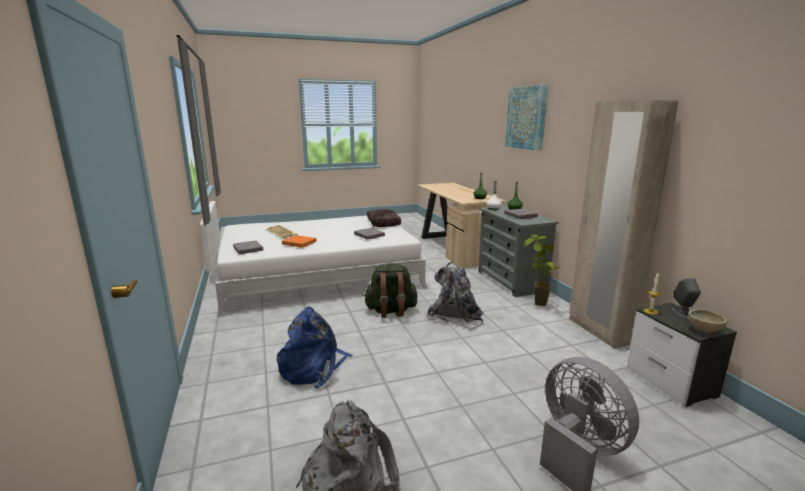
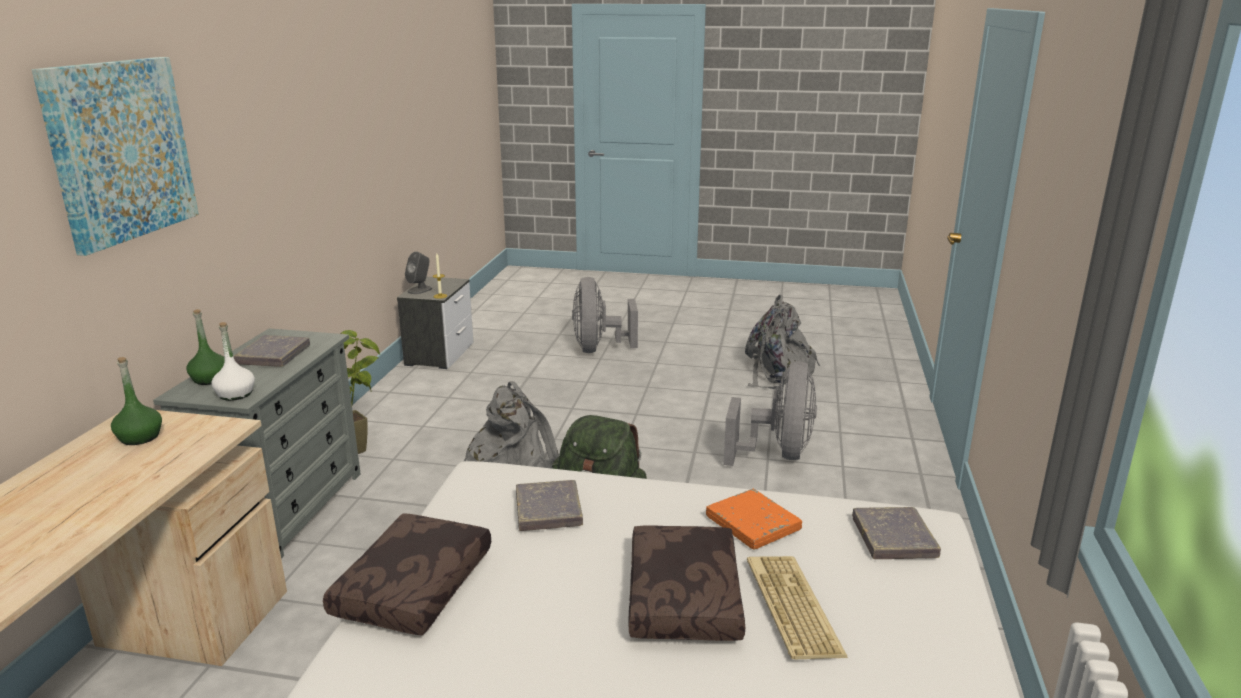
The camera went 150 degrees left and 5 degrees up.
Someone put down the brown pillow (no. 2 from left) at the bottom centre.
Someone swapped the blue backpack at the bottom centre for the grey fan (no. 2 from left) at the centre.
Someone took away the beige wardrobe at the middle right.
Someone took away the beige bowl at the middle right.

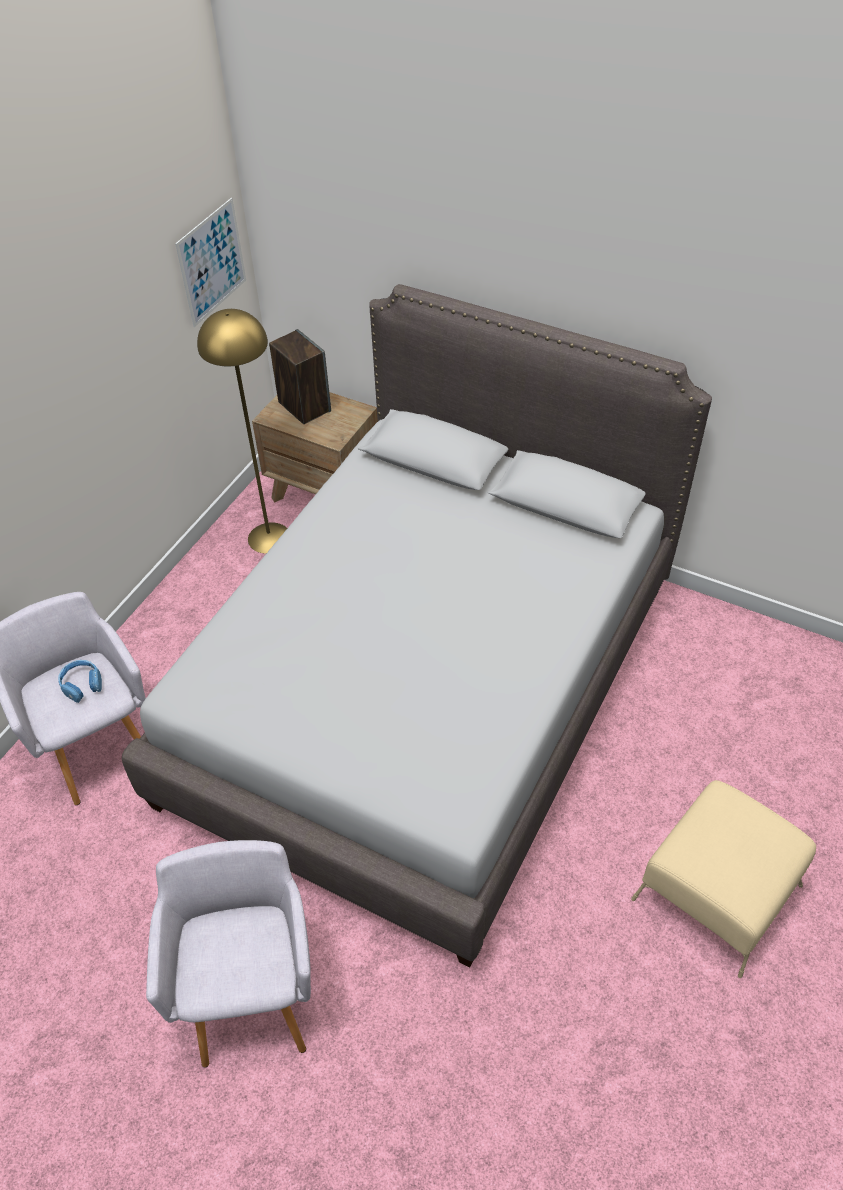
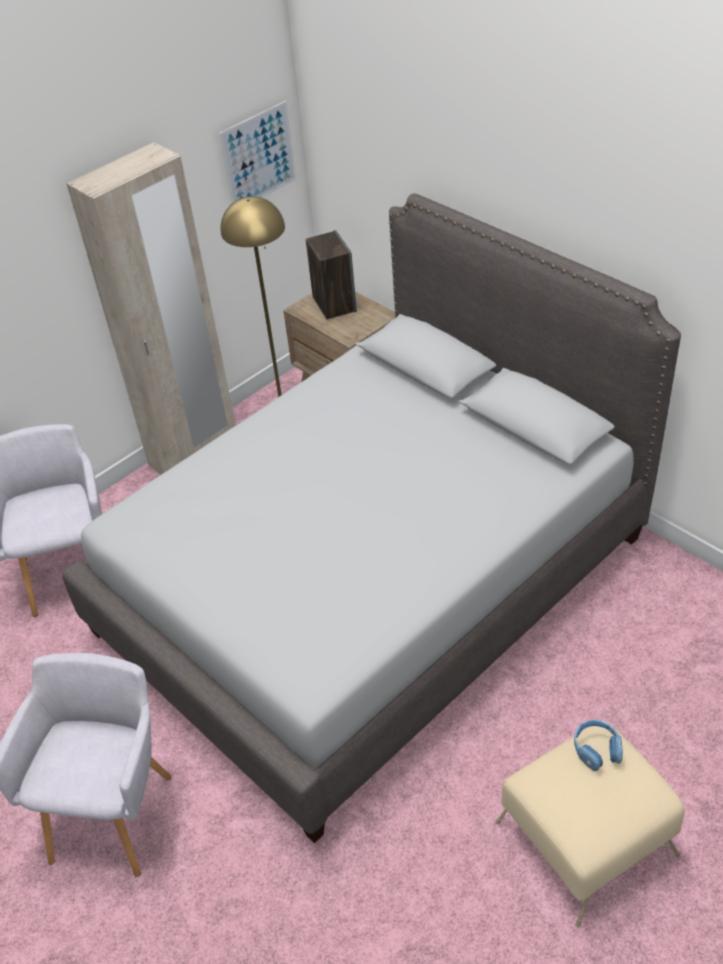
The camera went 20 degrees right and 5 degrees down.
Someone put down the beige wardrobe at the top left.
Someone carried the blue headphones from the middle left to the bottom right.

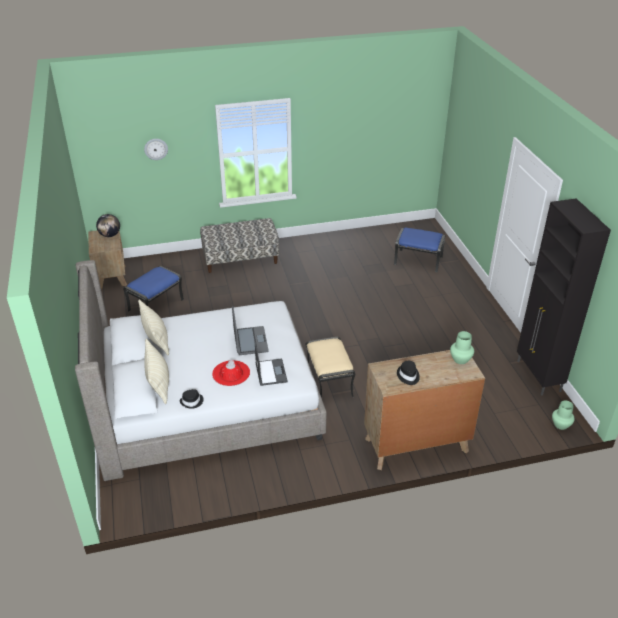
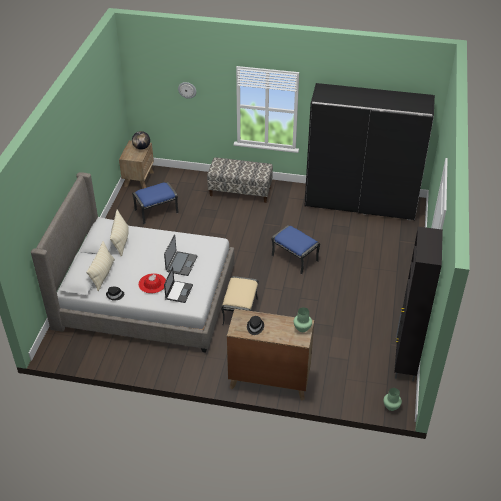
The camera went 25 degrees right and 5 degrees up.
Someone carried the blue ottoman (no. 2 from left) from the middle right to the centre.
Someone put down the black wardrobe at the top right.

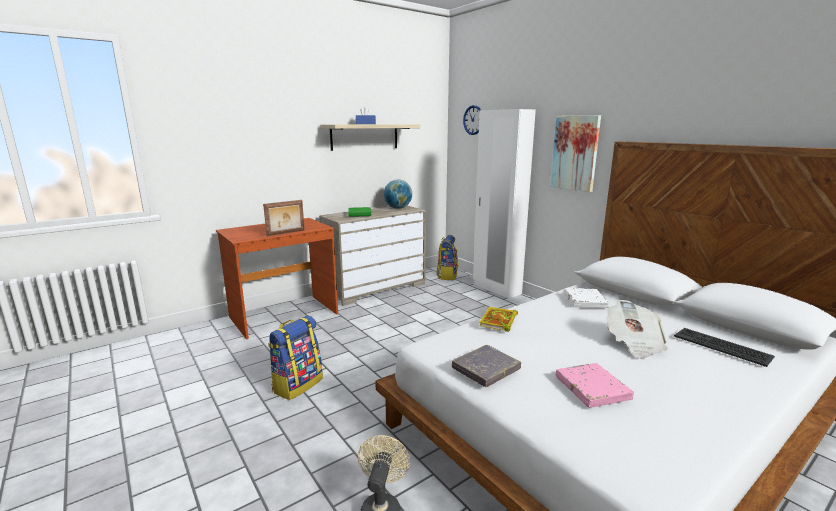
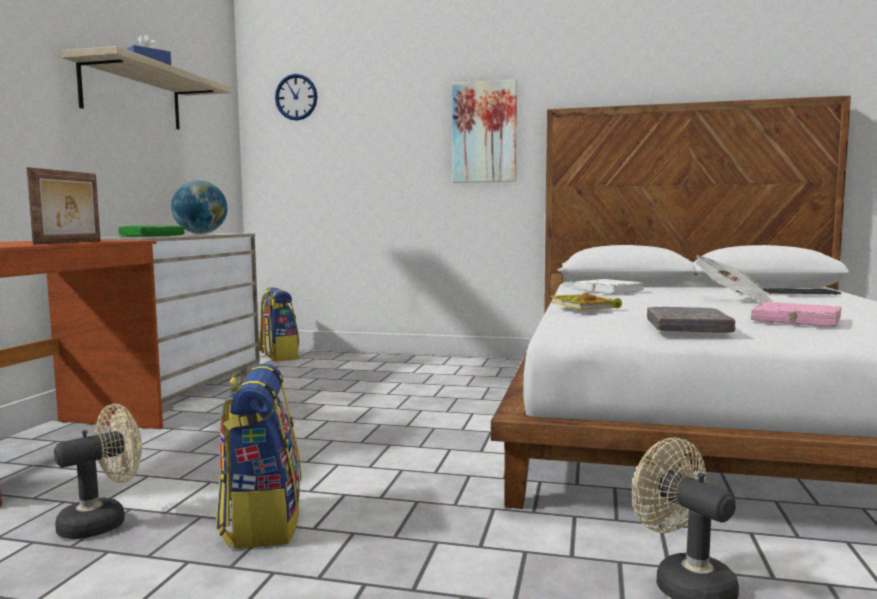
The camera went 40 degrees left and 10 degrees down.
Someone put down the beige fan (no. 1 from left) at the bottom left.
Someone took away the white wardrobe at the centre.

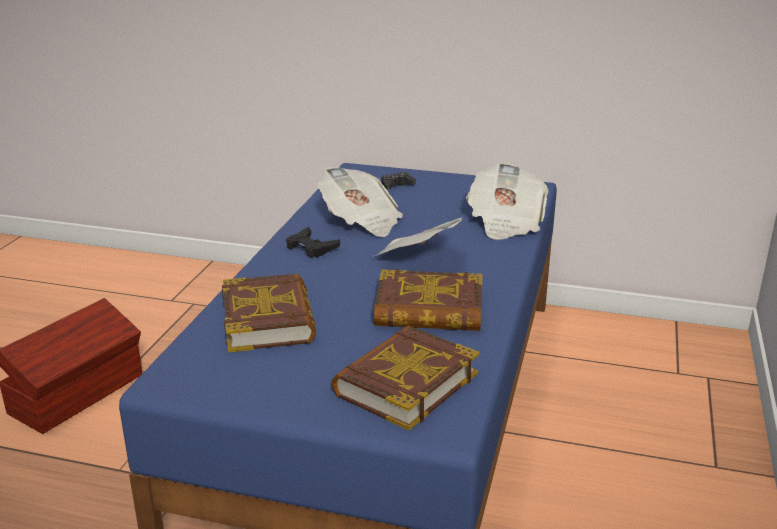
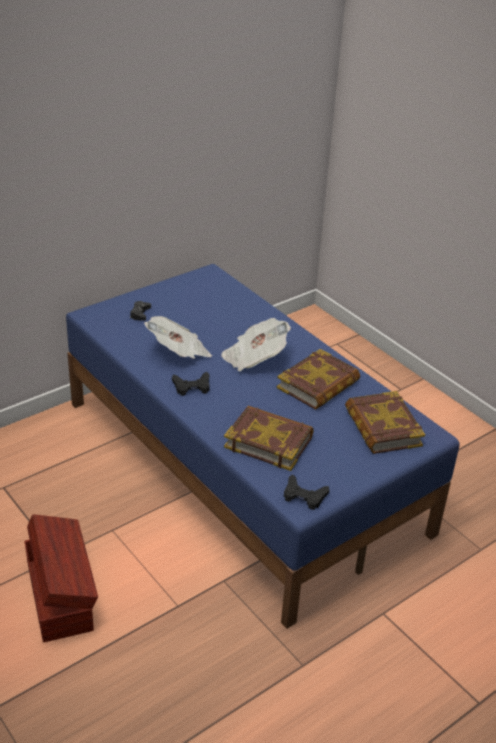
The camera went 55 degrees left and 10 degrees up.
Someone put down the black game controller (no. 3 from left) at the centre.
Someone took away the newspaper (no. 3 from left) at the centre.

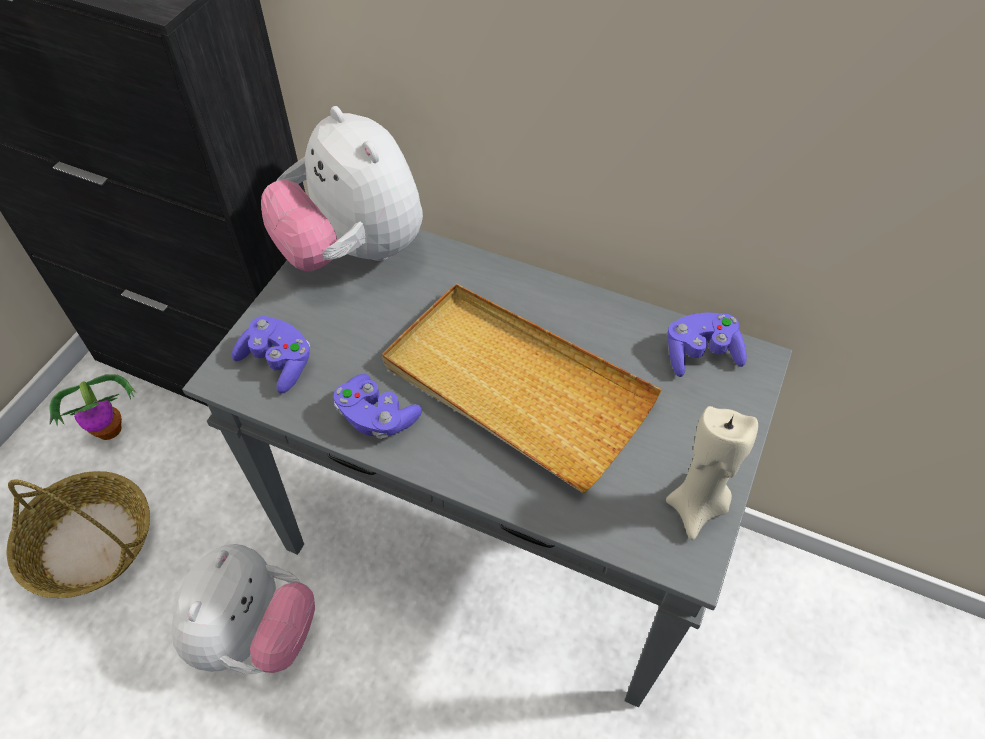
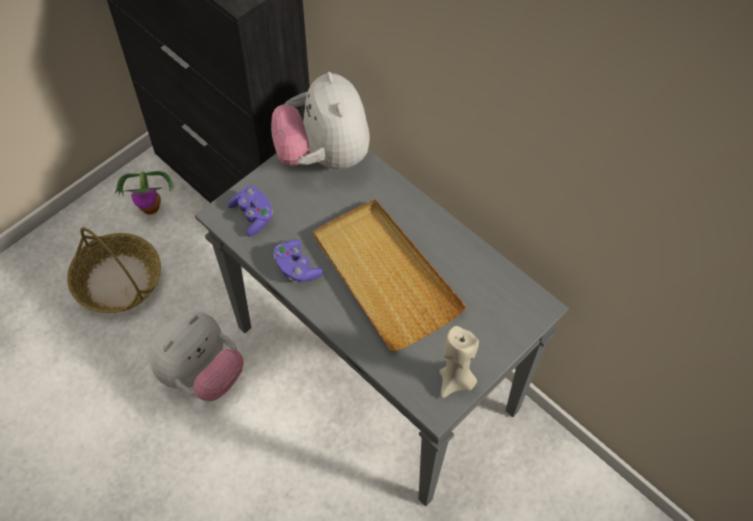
The camera went 20 degrees right and 5 degrees up.
Someone took away the purple game controller (no. 3 from left) at the middle right.

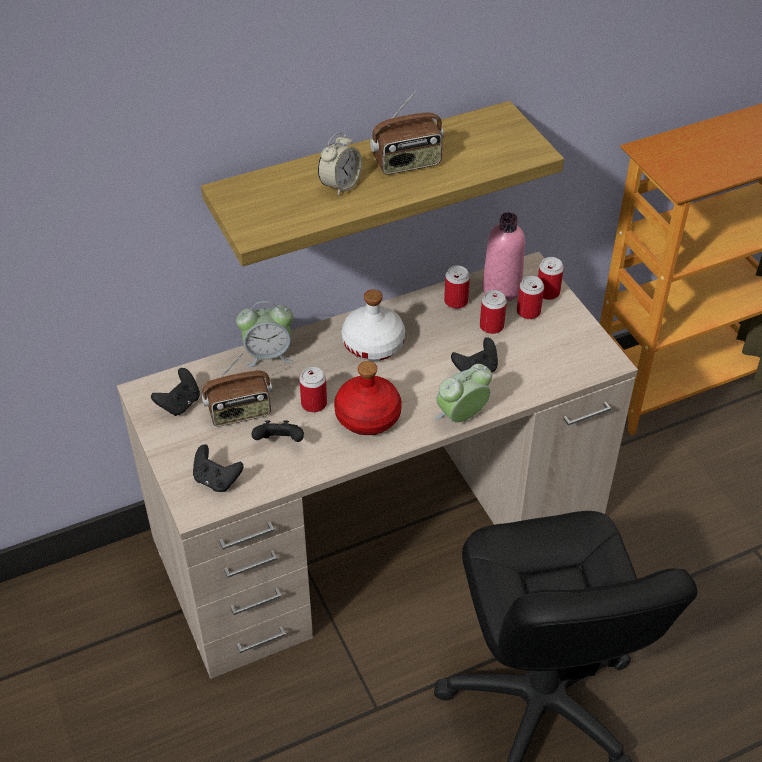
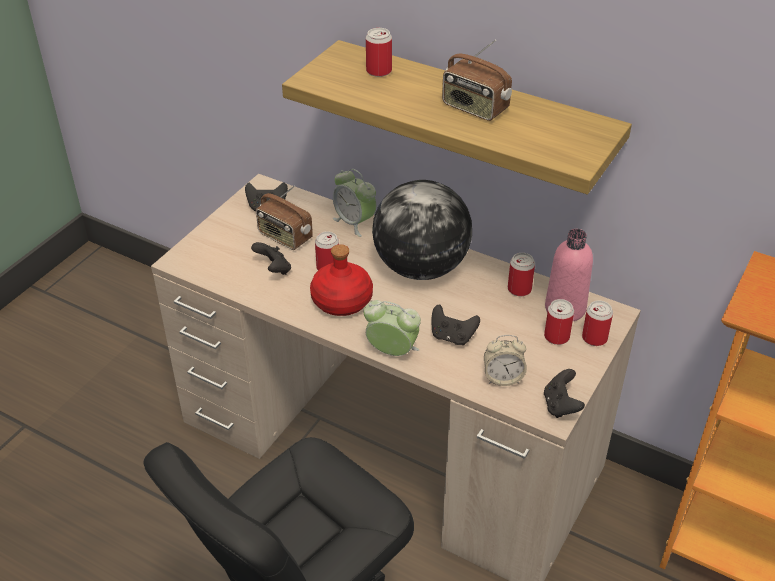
The camera went 55 degrees right and 5 degrees down.
Someone carried the can (no. 3 from left in the first image) from the centre to the top centre.
Someone swapped the white bottle at the centre for the globe at the centre.
Someone carried the alarm clock (no. 2 from left in the first image) from the top centre to the centre.
Someone carried the black game controller (no. 2 from left in the first image) from the middle left to the bottom right.

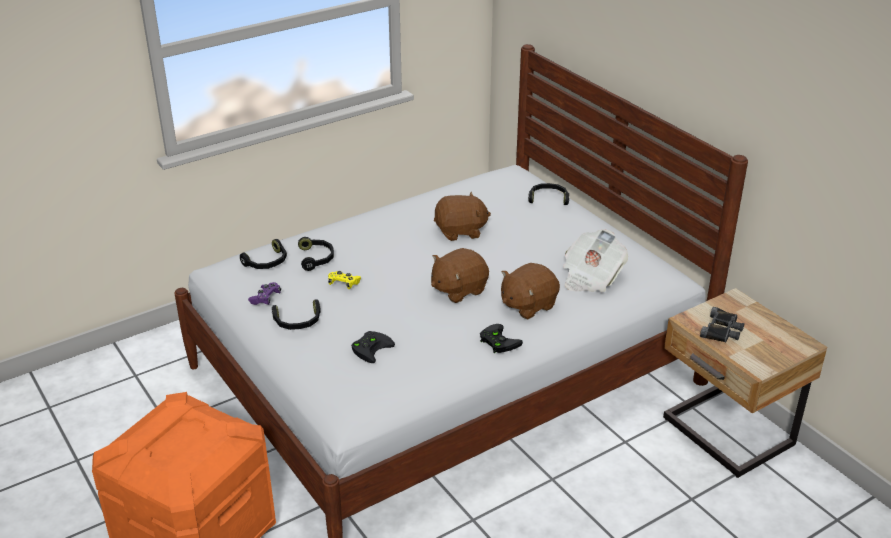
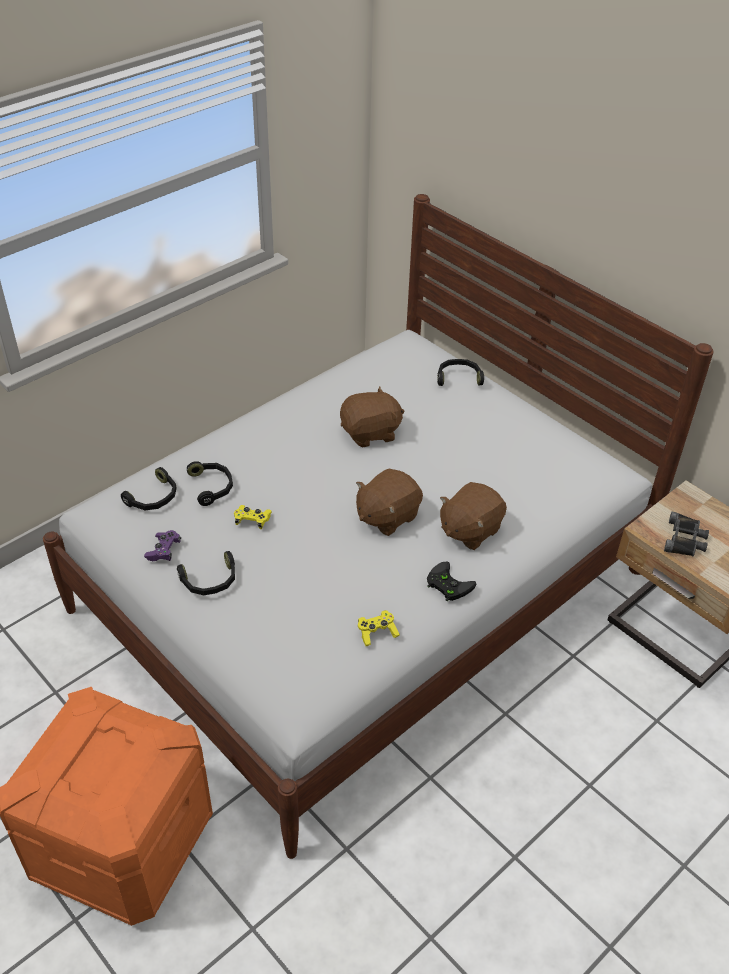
The camera went 10 degrees left and 10 degrees up.
Someone put down the yellow game controller (no. 2 from left) at the centre.
Someone took away the black game controller (no. 1 from left) at the centre.
Someone took away the newspaper at the middle right.

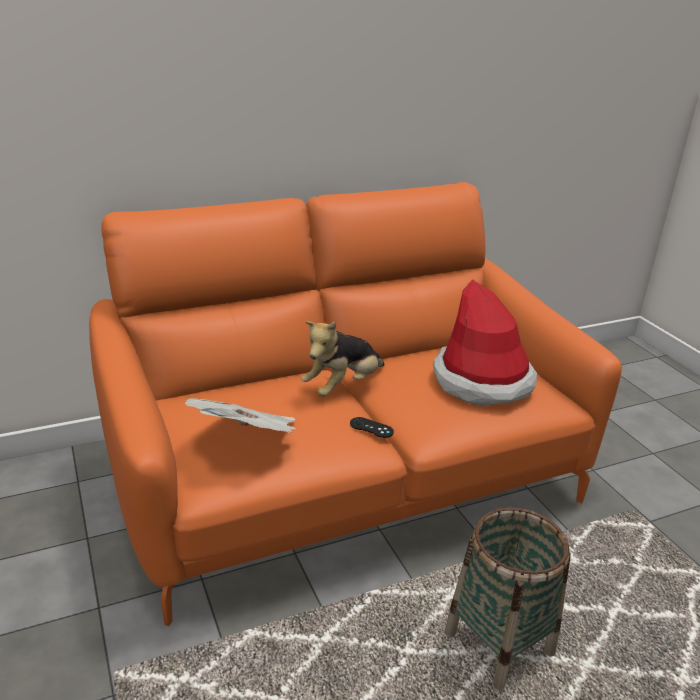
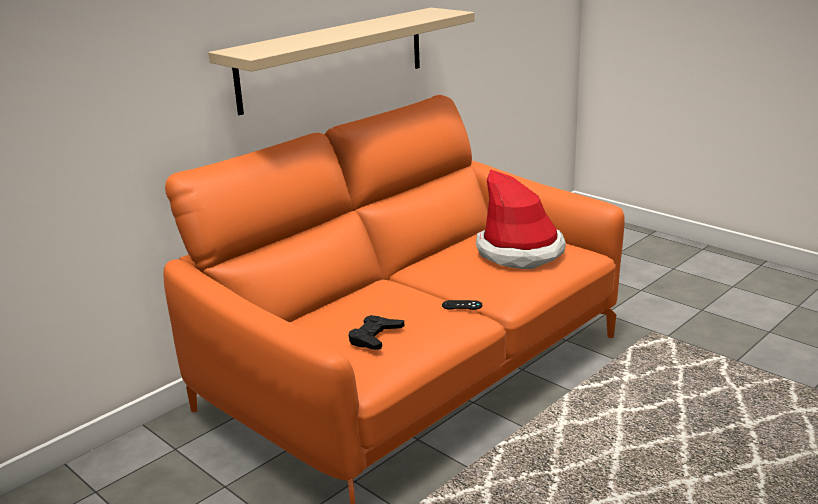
The camera went 20 degrees left and 5 degrees down.
Someone put up the beige shelf at the top centre.
Someone swapped the newspaper at the centre for the black game controller (no. 1 from left) at the centre.
Someone took away the plush toy at the centre.
Someone took away the basket at the bottom right.

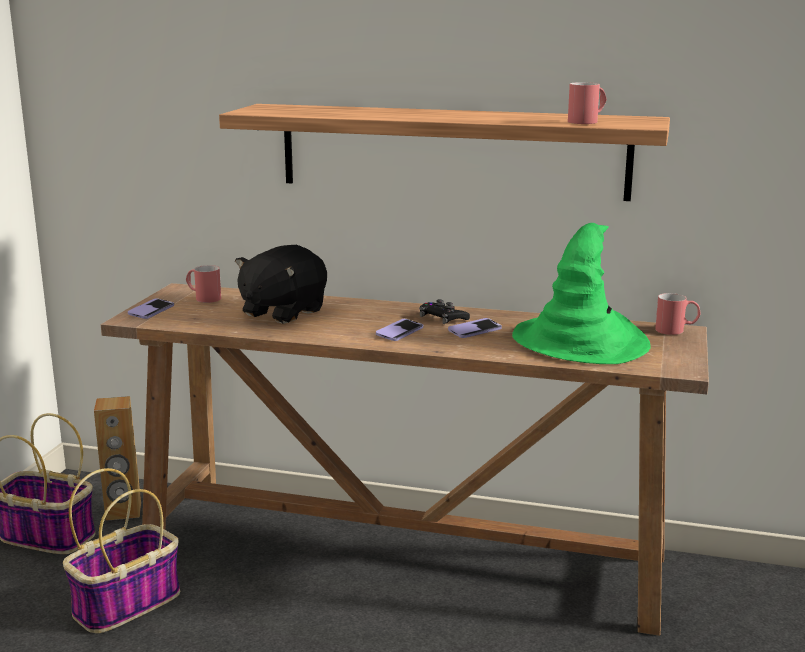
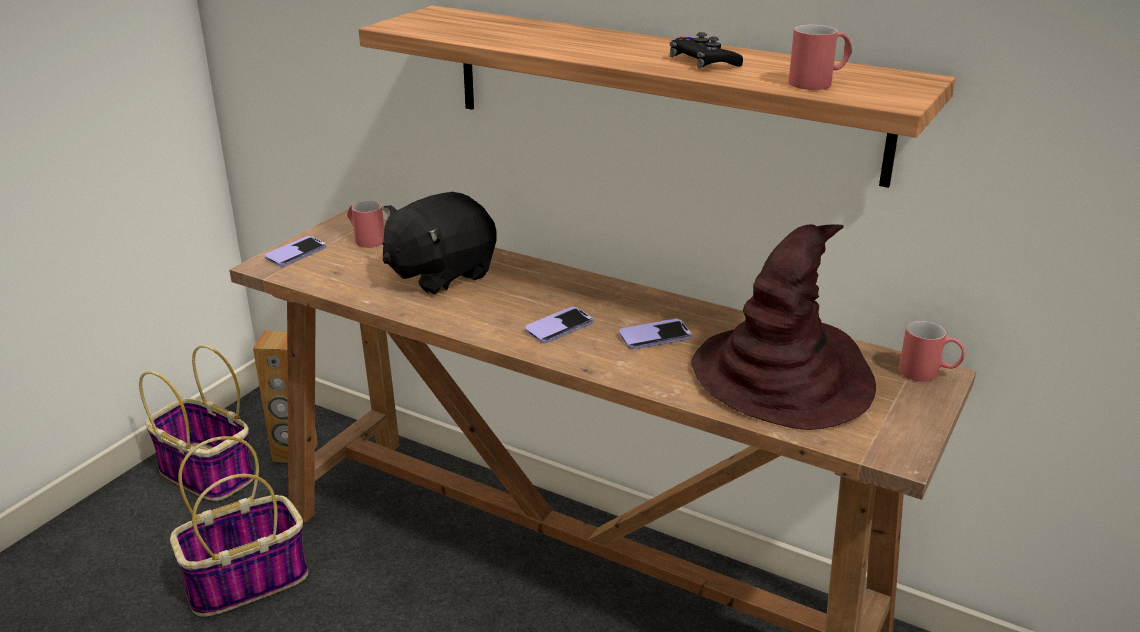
The camera went 15 degrees right and 10 degrees up.
Someone carried the black game controller from the centre to the top centre.
Someone repainted the green hat at the middle right, which became the brown hat at the middle right.

